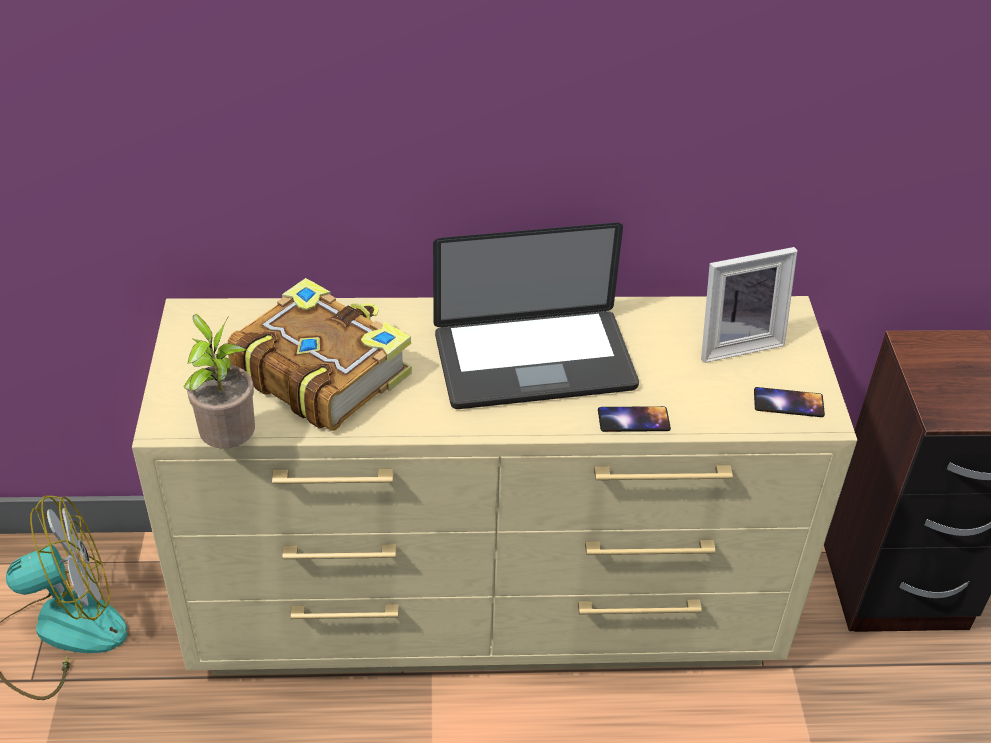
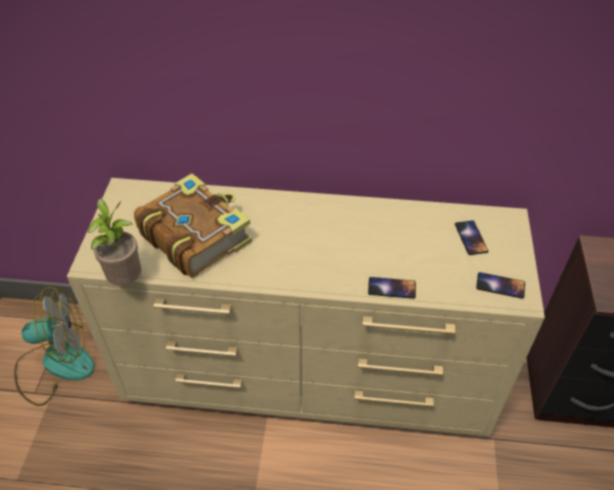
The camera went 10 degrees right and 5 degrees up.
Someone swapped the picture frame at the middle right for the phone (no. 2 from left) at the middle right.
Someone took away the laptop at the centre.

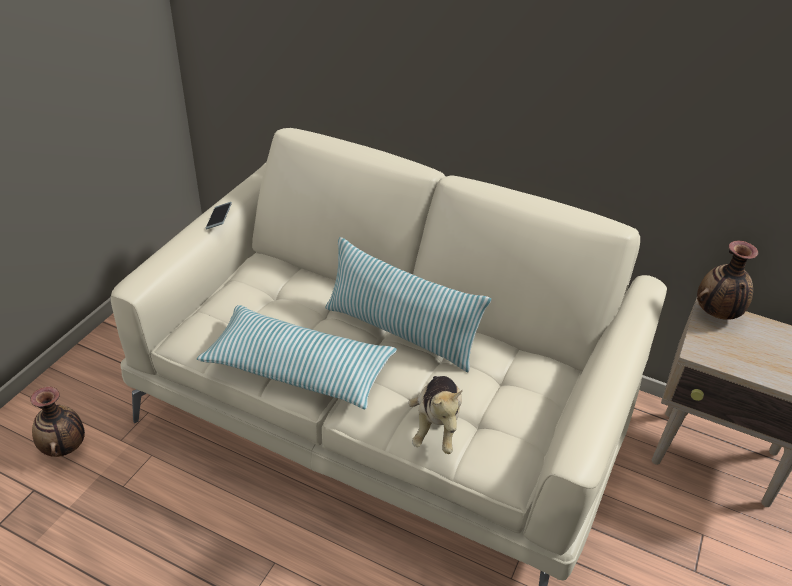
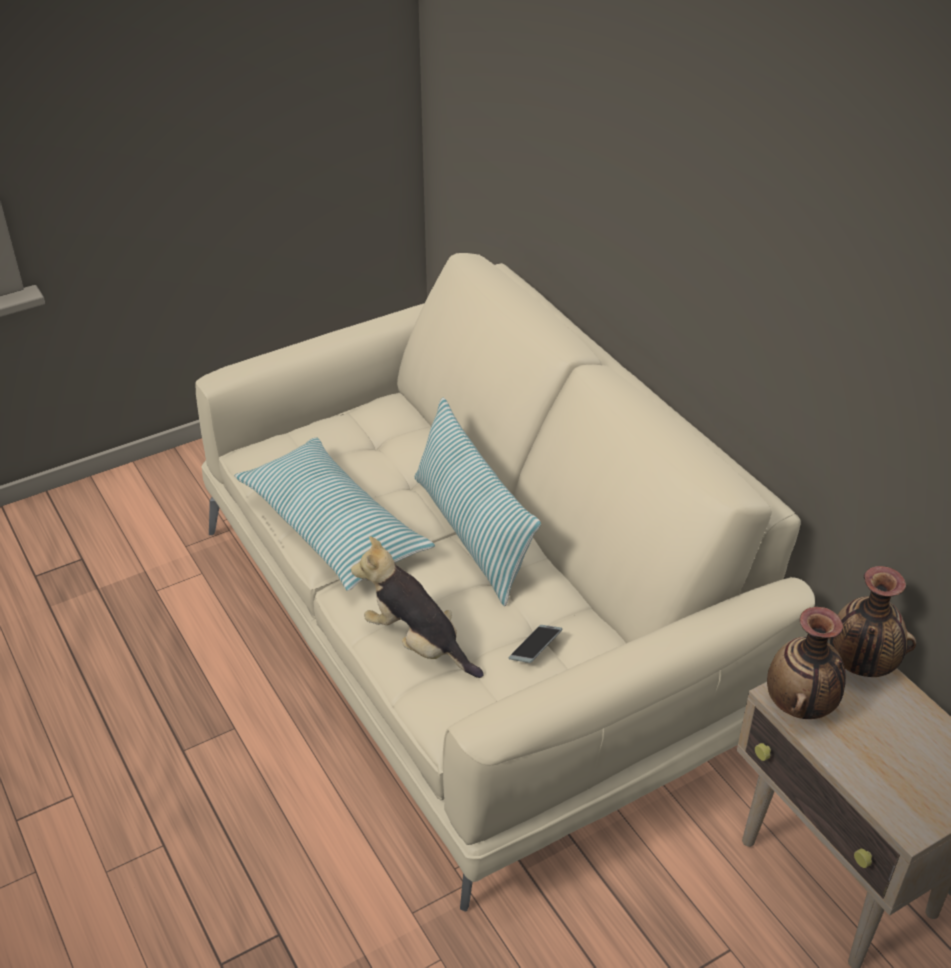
The camera went 35 degrees right and 0 degrees up.
Someone rotated the plush toy at the bottom centre by 90 degrees clockwise.
Someone carried the phone from the middle left to the centre.
Someone carried the vase (no. 1 from left) from the bottom left to the bottom right.

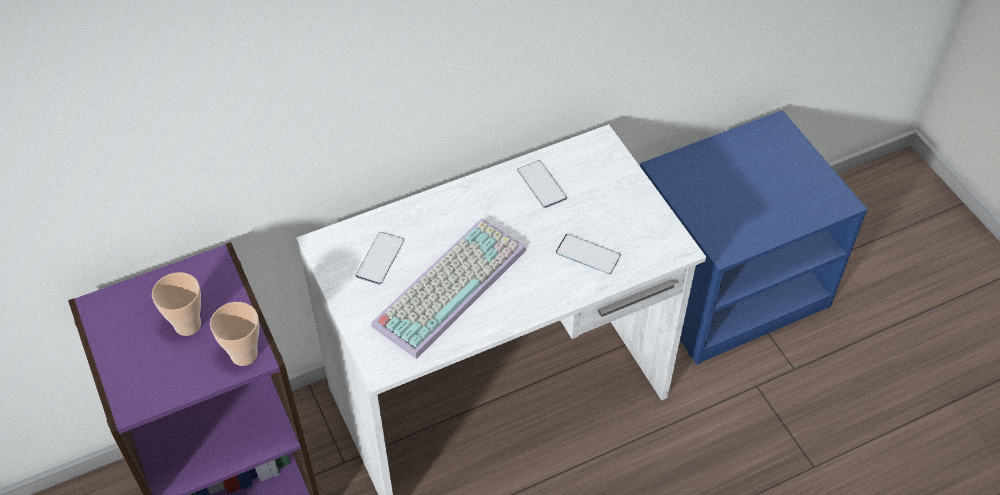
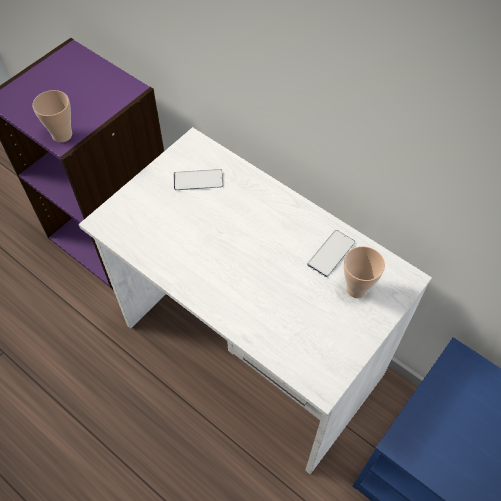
The camera went 65 degrees right and 5 degrees up.
Someone carried the cup (no. 1 from left in the first image) from the middle left to the middle right.
Someone took away the keyboard at the centre.
Someone took away the phone (no. 3 from left) at the centre.

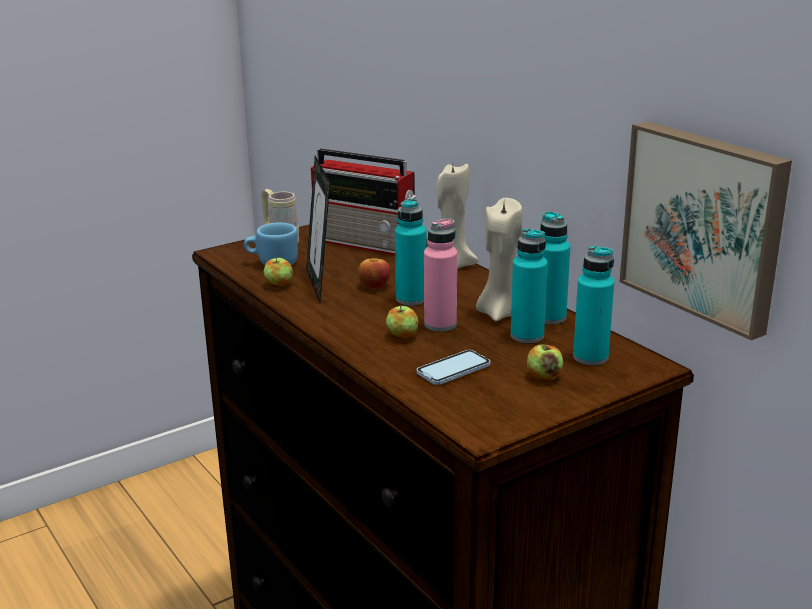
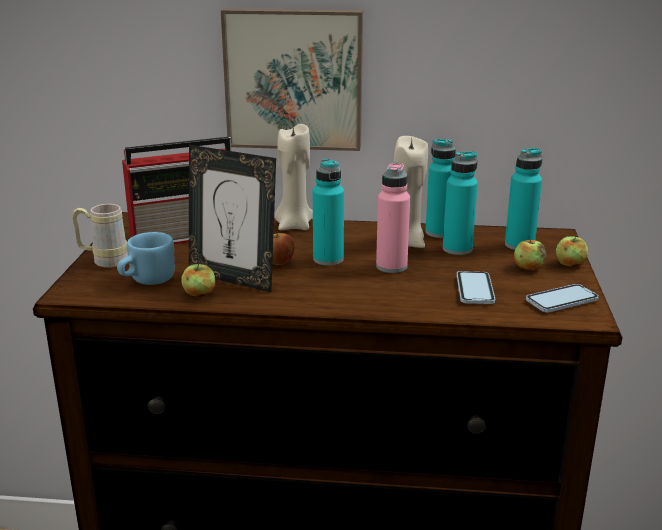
The camera went 50 degrees left and 0 degrees up.
Someone carried the picture from the middle right to the top centre.
Someone put down the phone (no. 2 from left) at the middle right.
Someone carried the apple (no. 3 from left in the first image) from the centre to the middle right.

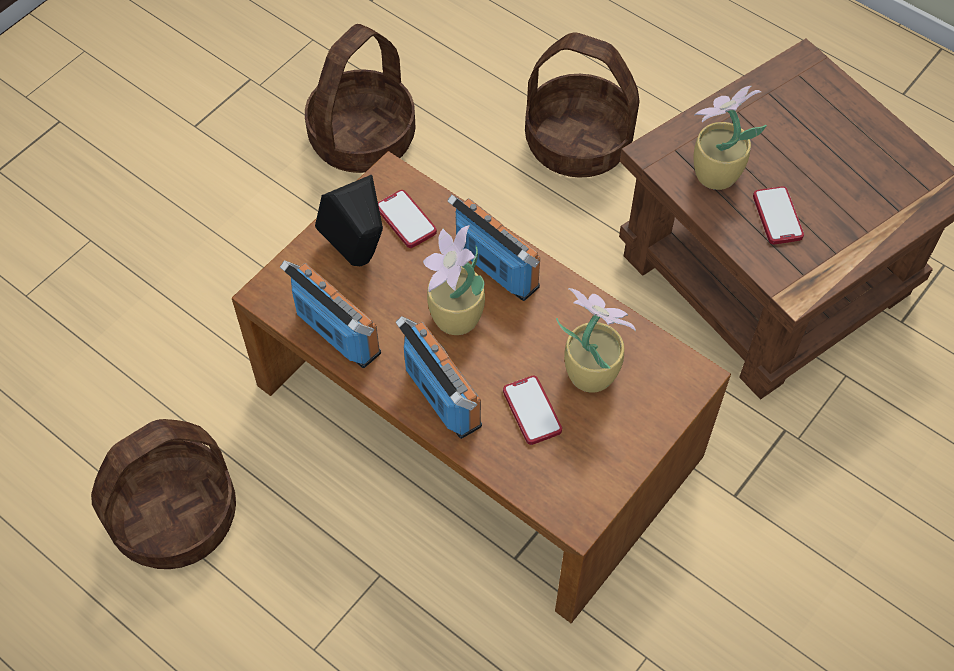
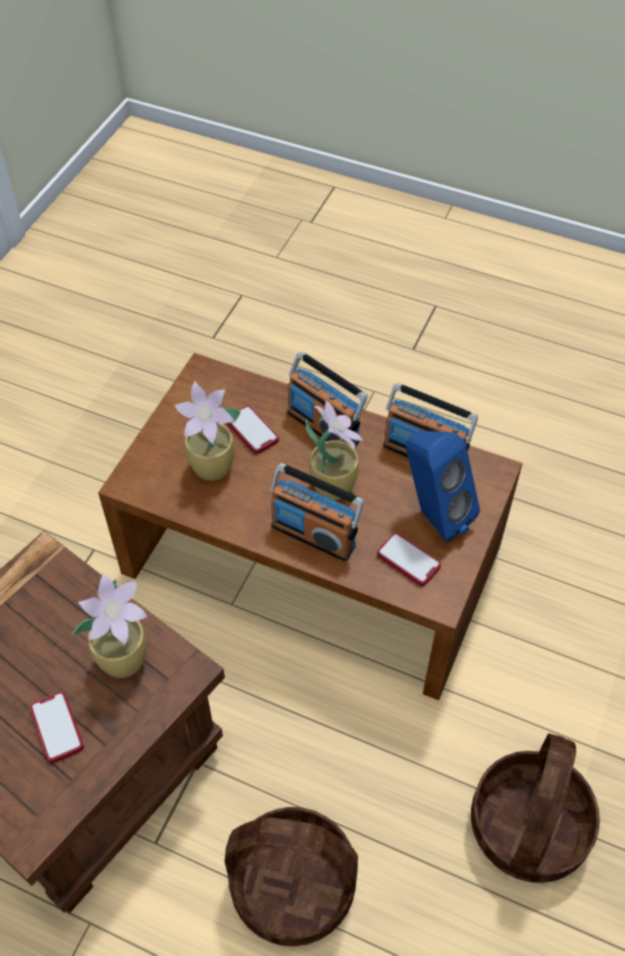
The camera went 165 degrees right and 5 degrees down.
Someone carried the phone (no. 3 from left in the first image) from the top right to the bottom left.
Someone repainted the black speaker at the top centre, which became the blue speaker at the middle right.
Someone took away the basket (no. 1 from left) at the bottom left.

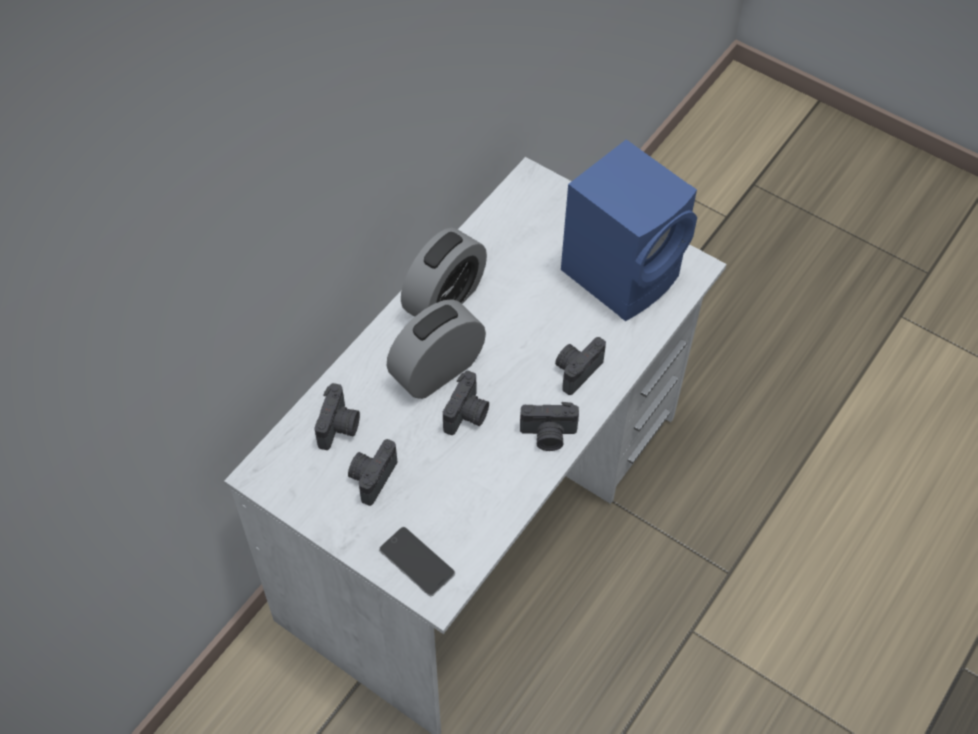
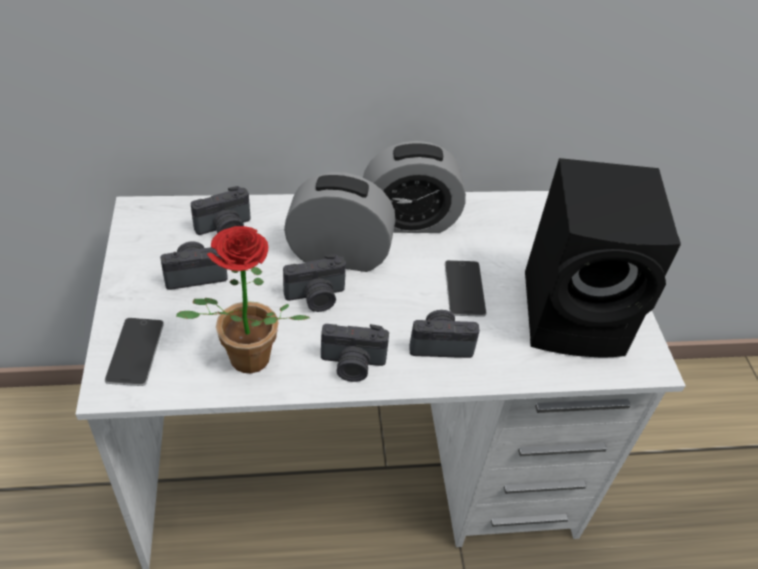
The camera went 45 degrees right and 10 degrees down.
Someone put down the potted plant at the middle left.
Someone rotated the photo camera (no. 4 from left) at the centre by 45 degrees counterclockwise.
Someone put down the phone (no. 2 from left) at the centre.
Someone repainted the blue speaker at the top centre, which became the black speaker at the middle right.

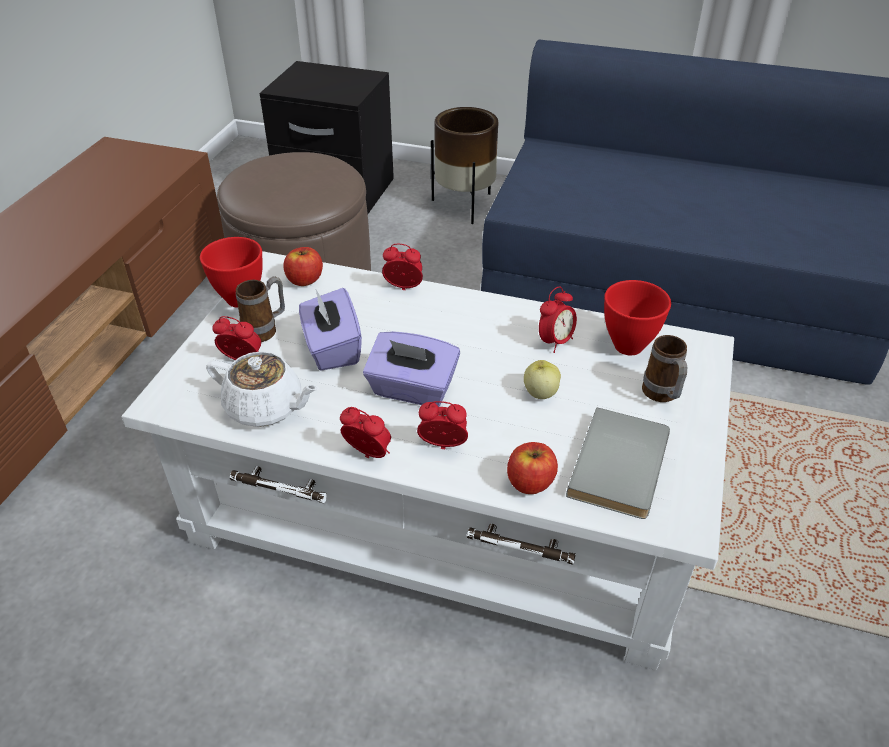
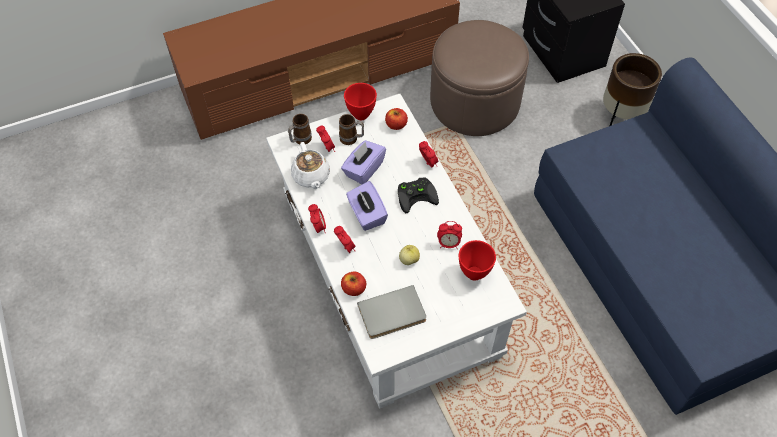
The camera went 50 degrees right and 15 degrees up.
Someone carried the mug (no. 2 from left in the first image) from the middle right to the top centre.
Someone put down the black game controller at the centre.

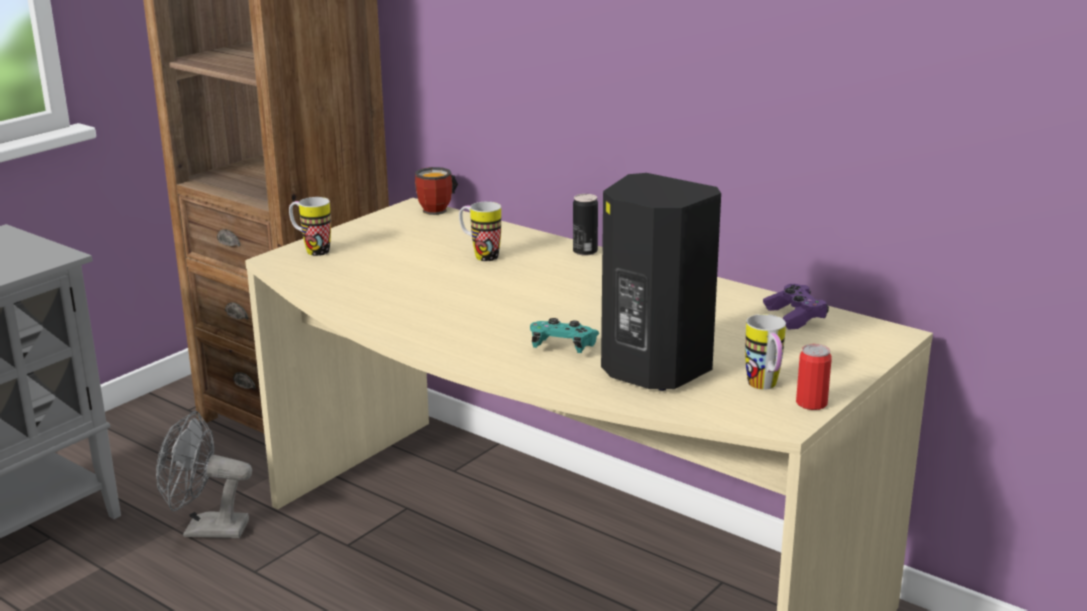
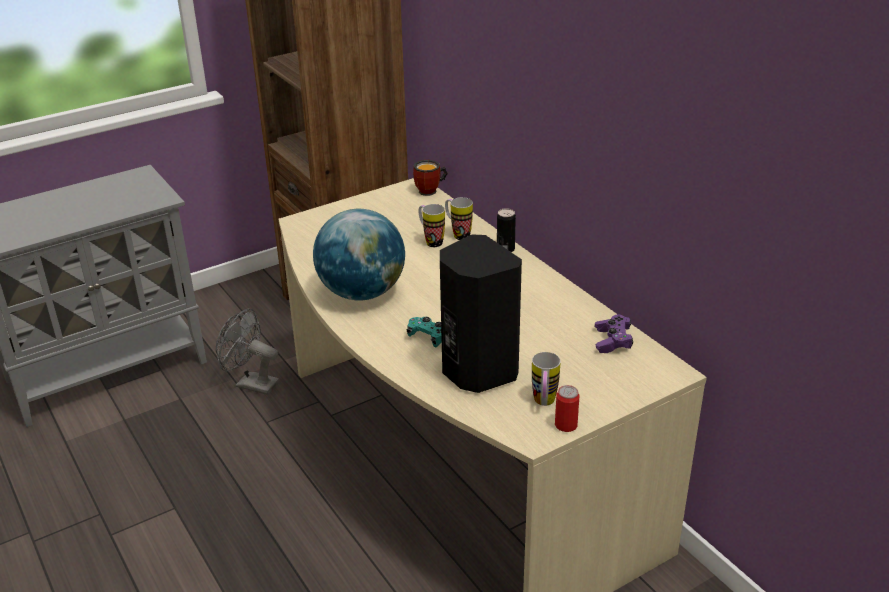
The camera went 20 degrees right and 10 degrees up.
Someone put down the globe at the centre.
Someone carried the mug (no. 1 from left in the first image) from the middle left to the centre.

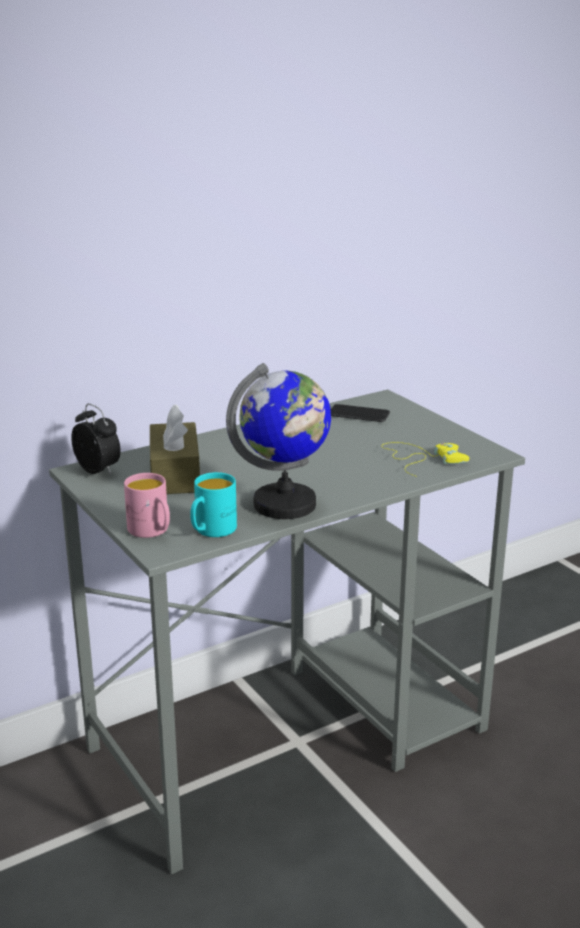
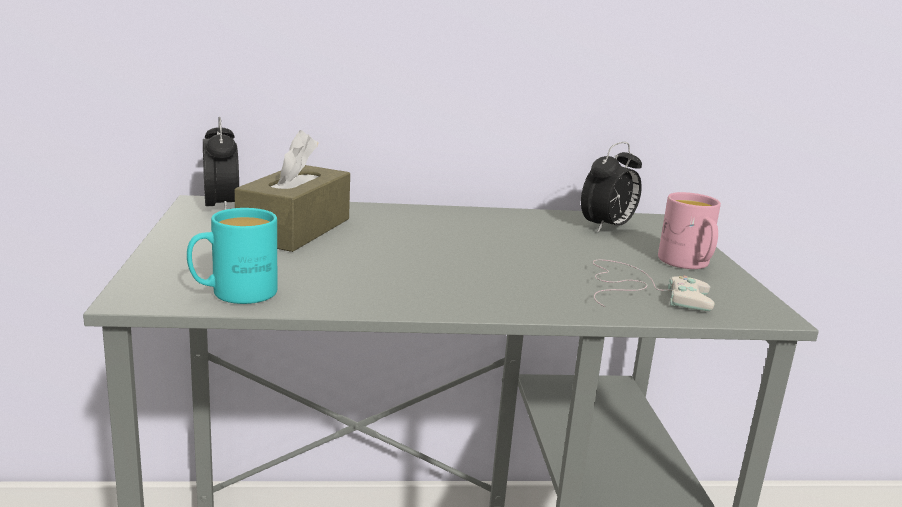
The camera went 25 degrees right and 5 degrees down.
Someone swapped the phone at the centre for the alarm clock (no. 2 from left) at the middle right.
Someone repainted the yellow game controller at the middle right, which became the white game controller at the middle right.
Someone carried the pink mug from the middle left to the middle right.
Someone took away the globe at the centre.

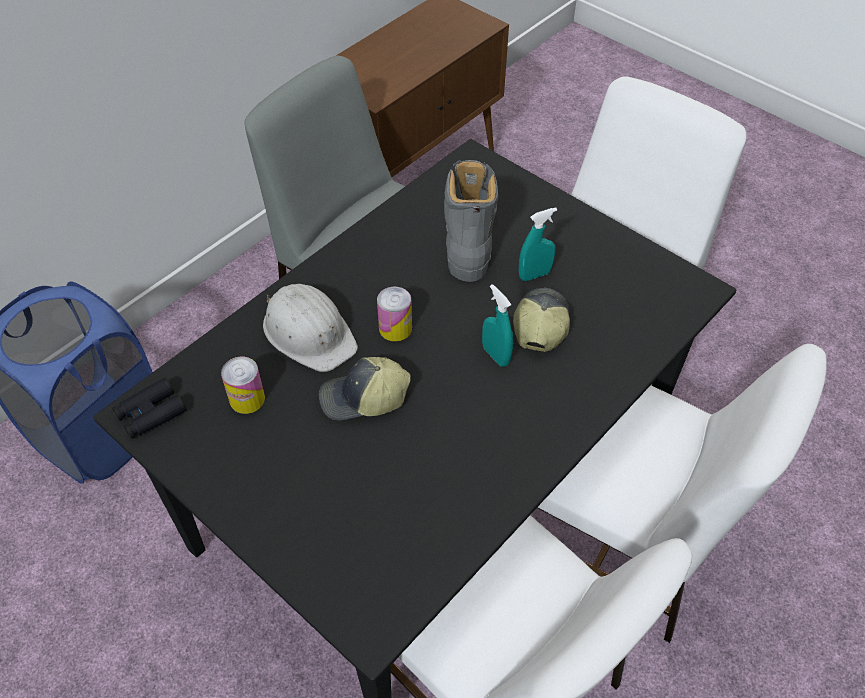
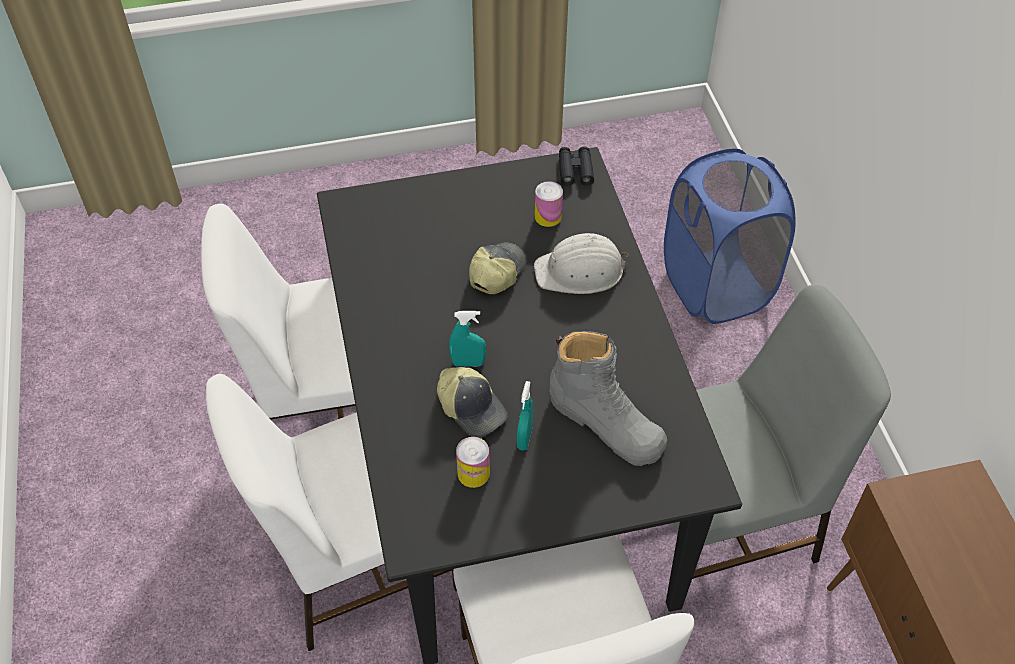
The camera went 125 degrees right and 0 degrees up.
Someone carried the can (no. 2 from left in the first image) from the centre to the bottom centre.

